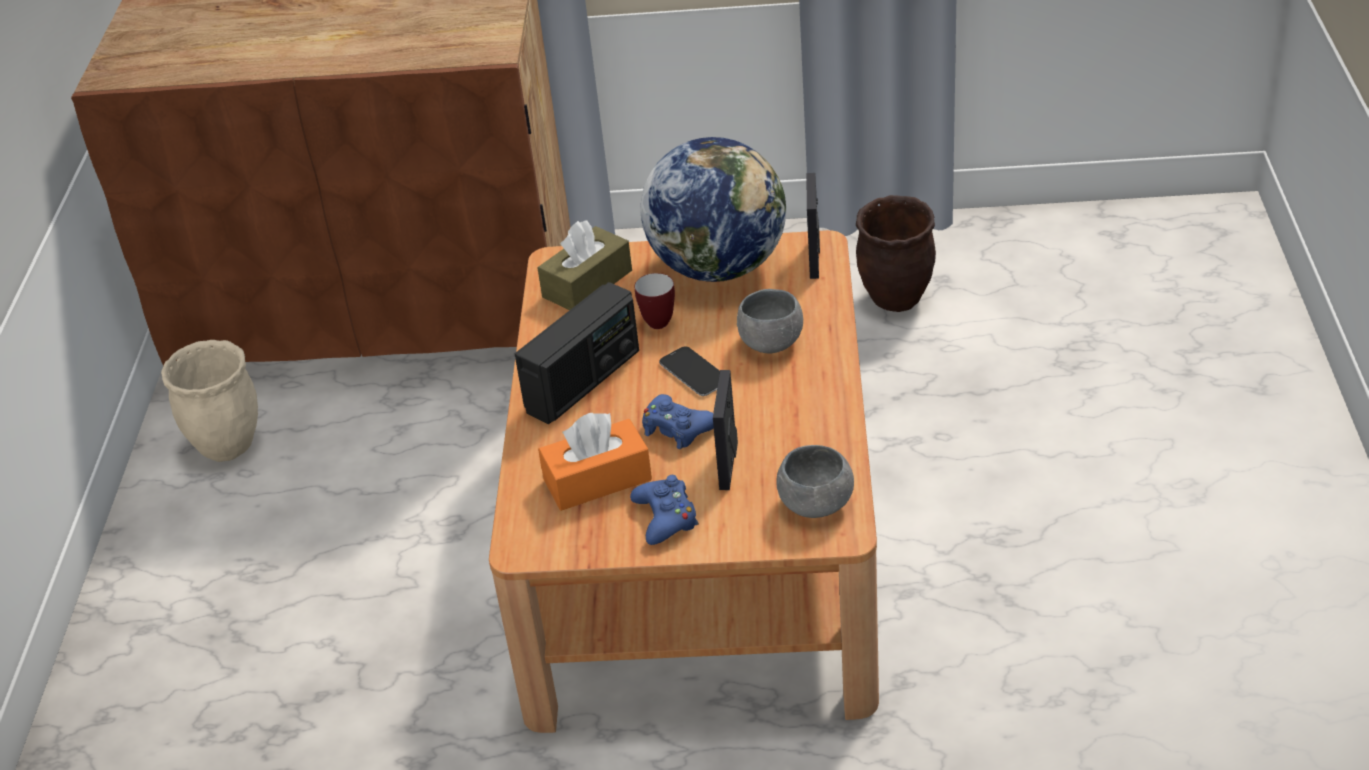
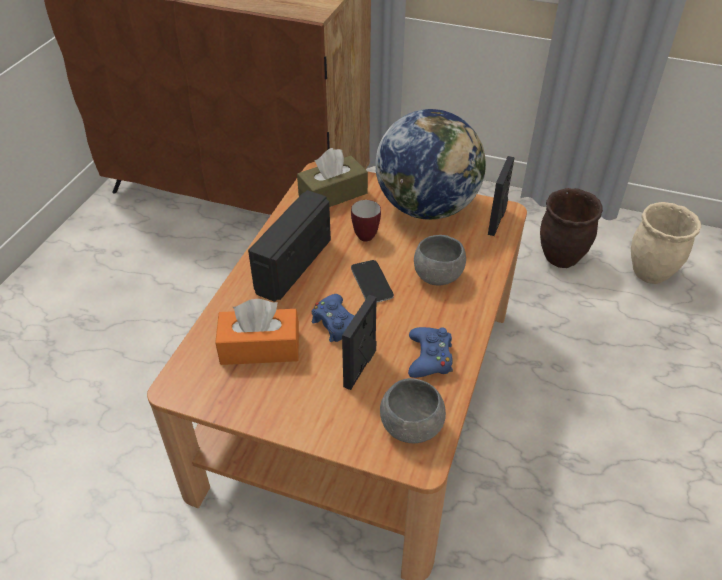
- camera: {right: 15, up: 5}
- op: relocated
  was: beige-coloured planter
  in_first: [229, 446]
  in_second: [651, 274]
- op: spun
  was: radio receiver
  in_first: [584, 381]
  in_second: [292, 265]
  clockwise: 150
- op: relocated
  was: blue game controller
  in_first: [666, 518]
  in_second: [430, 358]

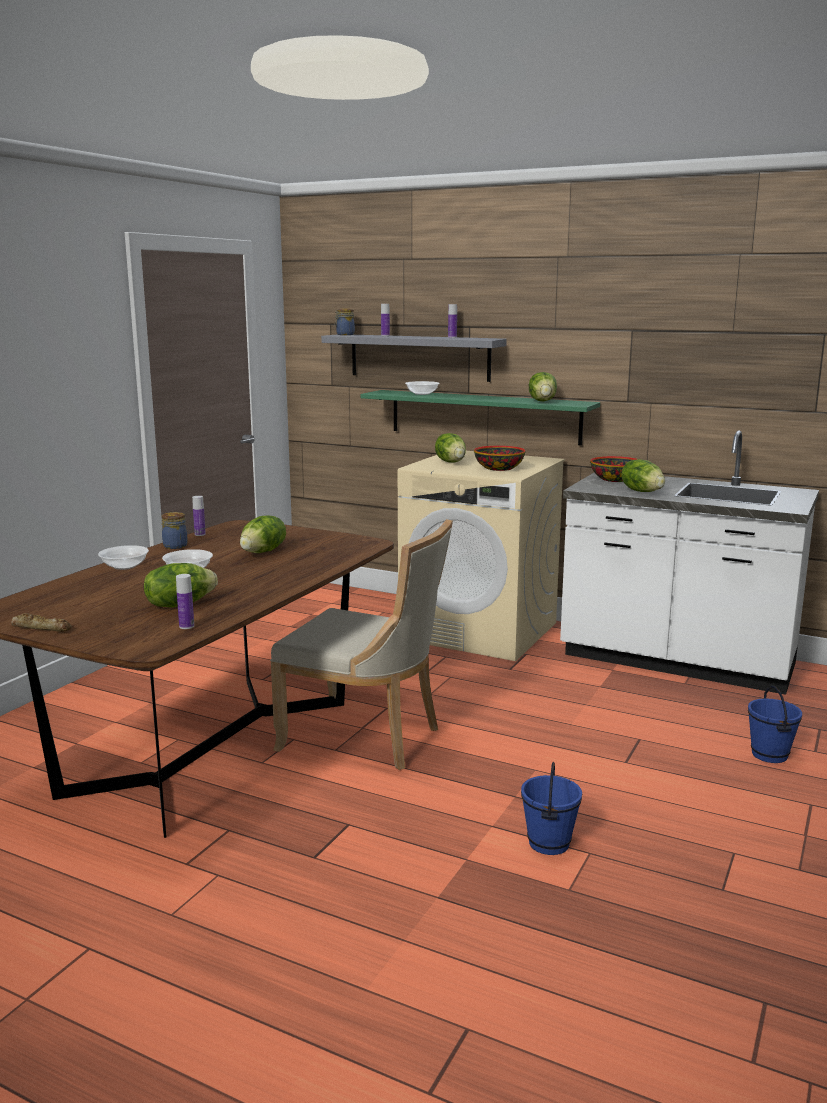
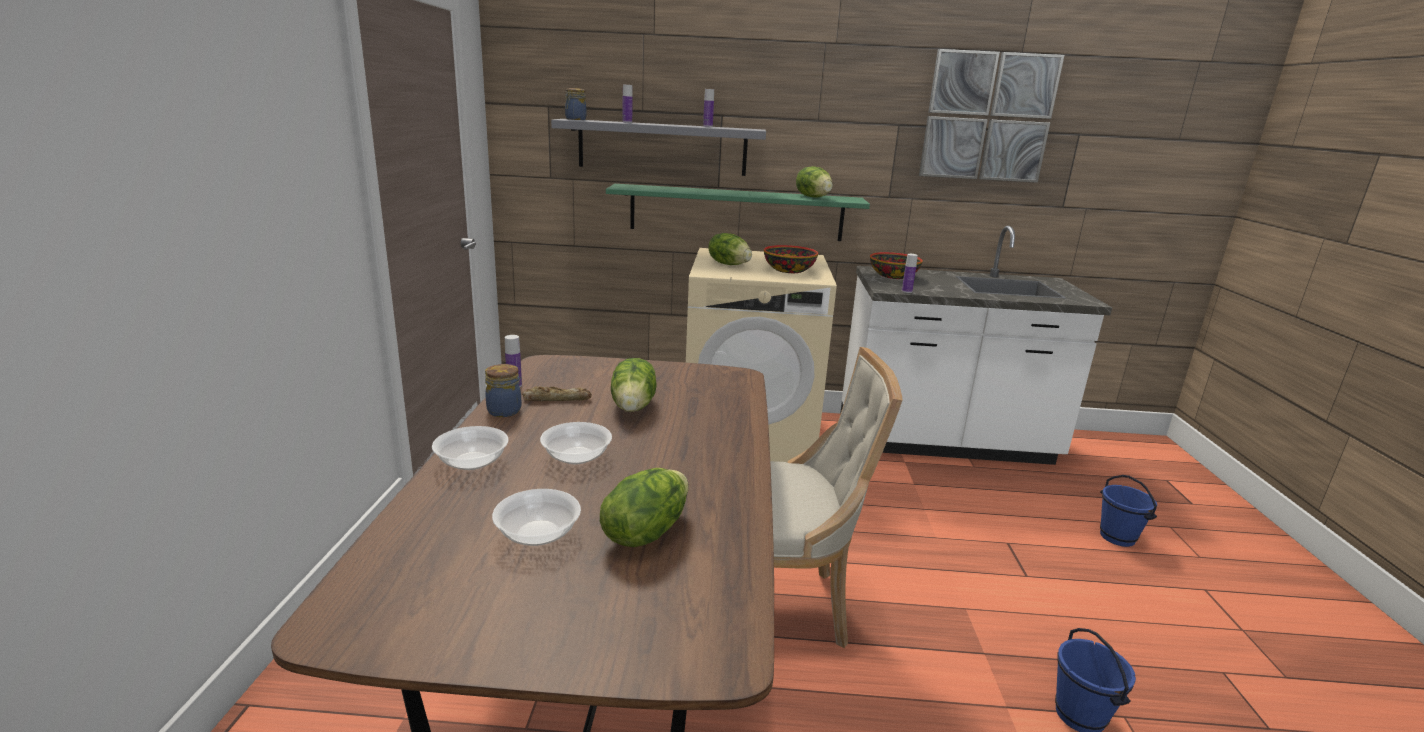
- camera: {right: -25, up: 5}
- op: relocated
  was: bread
  in_first: [41, 628]
  in_second: [557, 399]
- op: relocated
  was: bottle
  in_first: [186, 626]
  in_second: [906, 291]
- op: relocated
  was: bowl
  in_first: [422, 394]
  in_second: [537, 534]
- op: missing
  was: head of lettuce
  in_first: [642, 491]
- op: appeared
  now: wall art
  in_second: [988, 117]

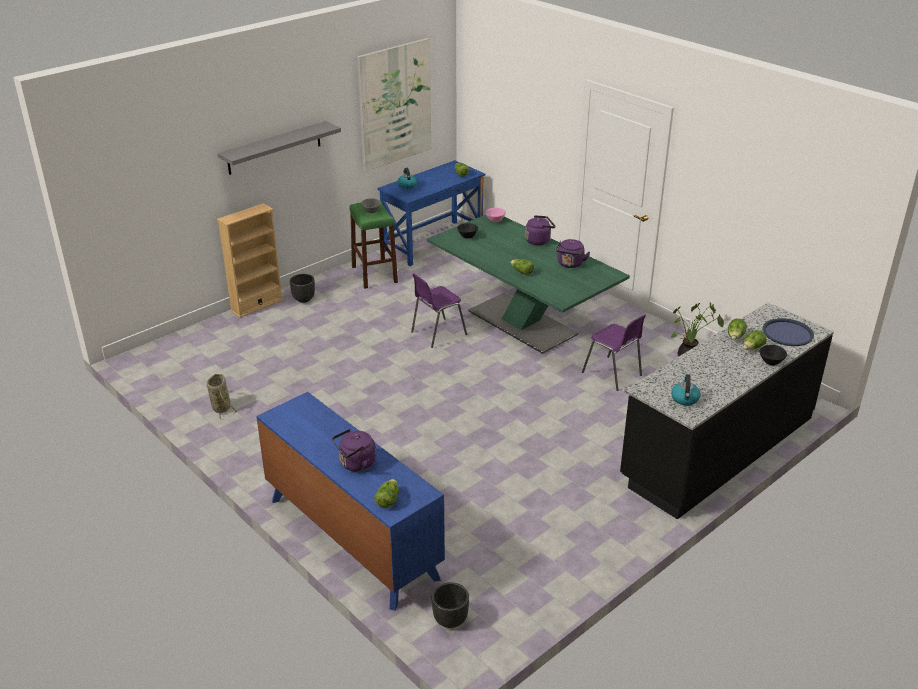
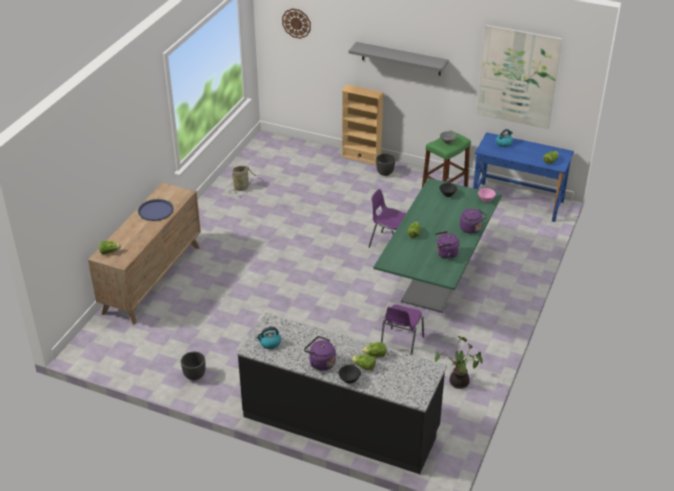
- camera: {right: 65, up: 5}
- op: colour
  was: blue dresser
  now: brownish dresser
  in_first: [351, 537]
  in_second: [152, 278]
- op: relocated
  was: purple tea kettle
  in_first: [355, 464]
  in_second: [320, 363]
- op: relocated
  was: black-coloured planter
  in_first: [450, 619]
  in_second: [195, 375]
- op: relocated
  was: blue tray
  in_first: [787, 333]
  in_second: [155, 210]
- op: appeared
  now: hanging clock
  in_second: [296, 23]

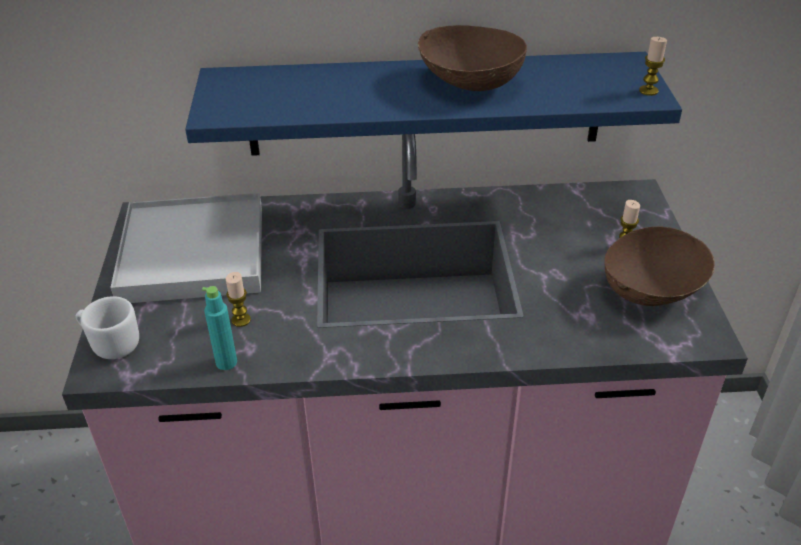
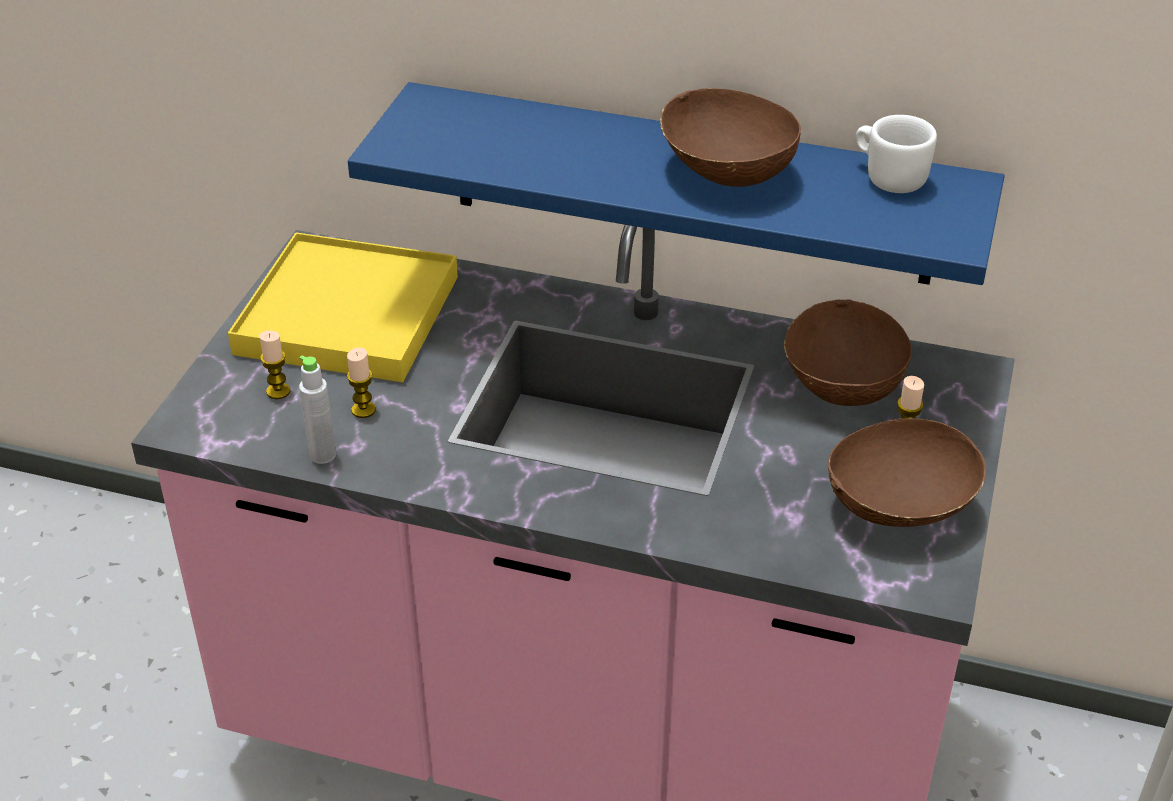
- camera: {right: 20, up: 0}
- op: relocated
  was: white-coloured mug
  in_first: [111, 343]
  in_second: [888, 177]
- op: colour
  was: white-coloured tray
  now: yellow tray
  in_first: [194, 254]
  in_second: [348, 315]
- op: colour
  was: turquoise bottle
  now: greyish bottle
  in_first: [226, 362]
  in_second: [322, 455]
- op: relocated
  was: wax light
  in_first: [648, 91]
  in_second: [278, 391]
- op: appeared
  now: brownish bowl
  in_second: [841, 384]

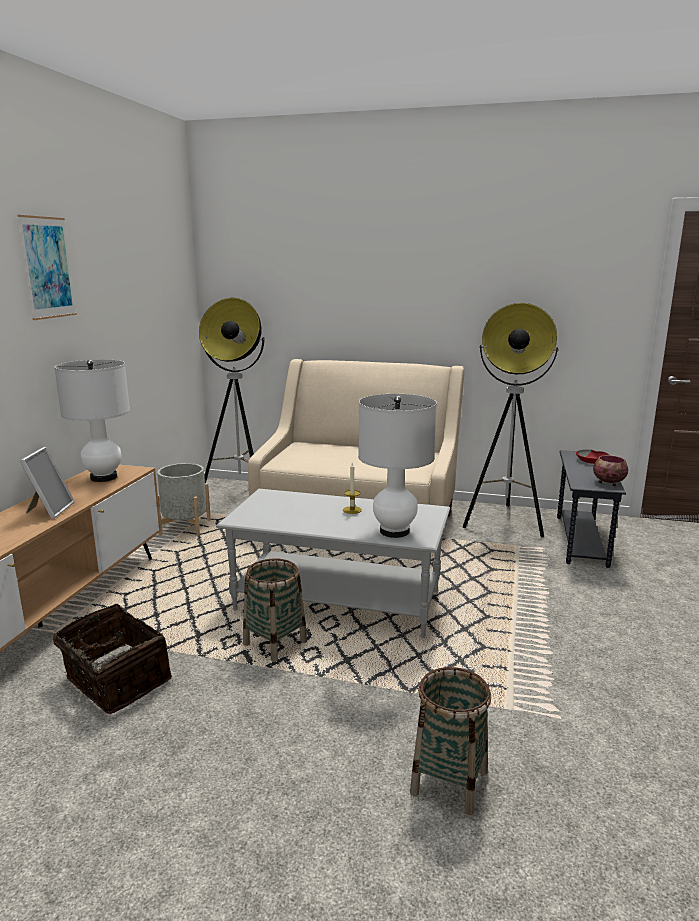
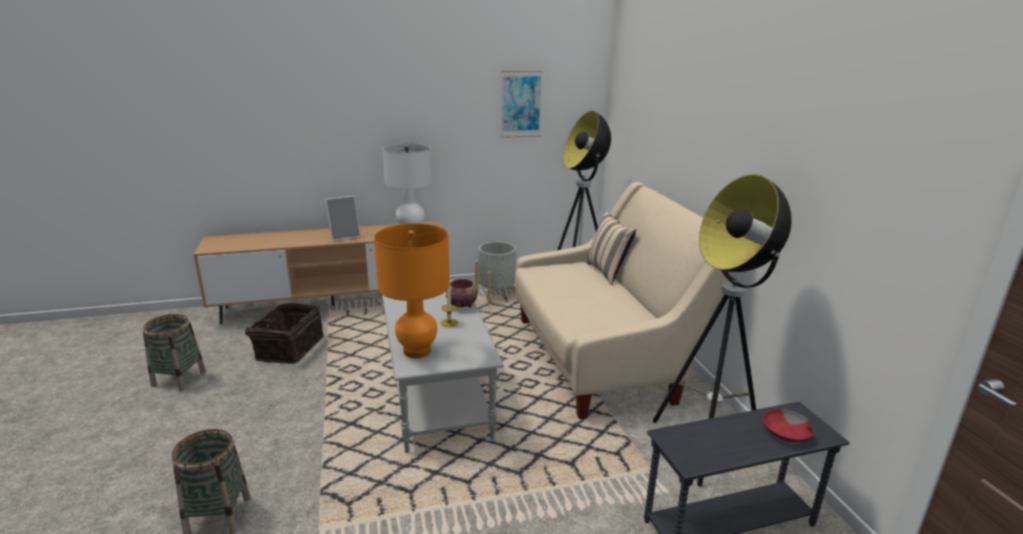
- camera: {right: 60, up: 5}
- op: relocated
  was: wall art
  in_first: [47, 268]
  in_second: [521, 104]
- op: relocated
  was: basket
  in_first: [275, 644]
  in_second: [179, 379]
- op: colour
  was: white-coloured table lamp
  now: orange table lamp
  in_first: [394, 531]
  in_second: [417, 351]
- op: relocated
  was: bowl
  in_first: [608, 482]
  in_second: [461, 305]
- op: appeared
  now: beige-coloured cushion
  in_second: [607, 272]

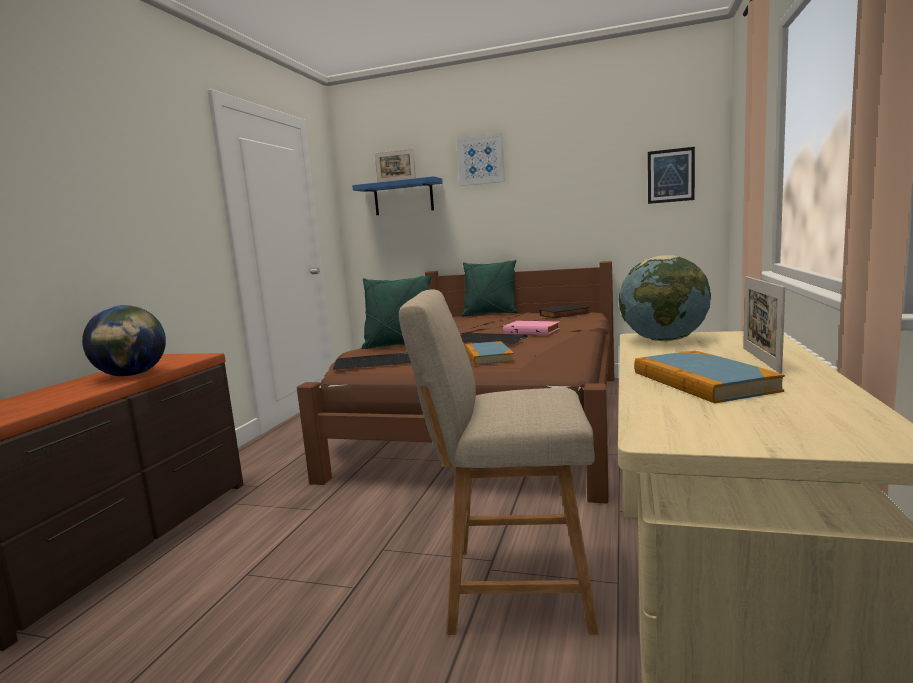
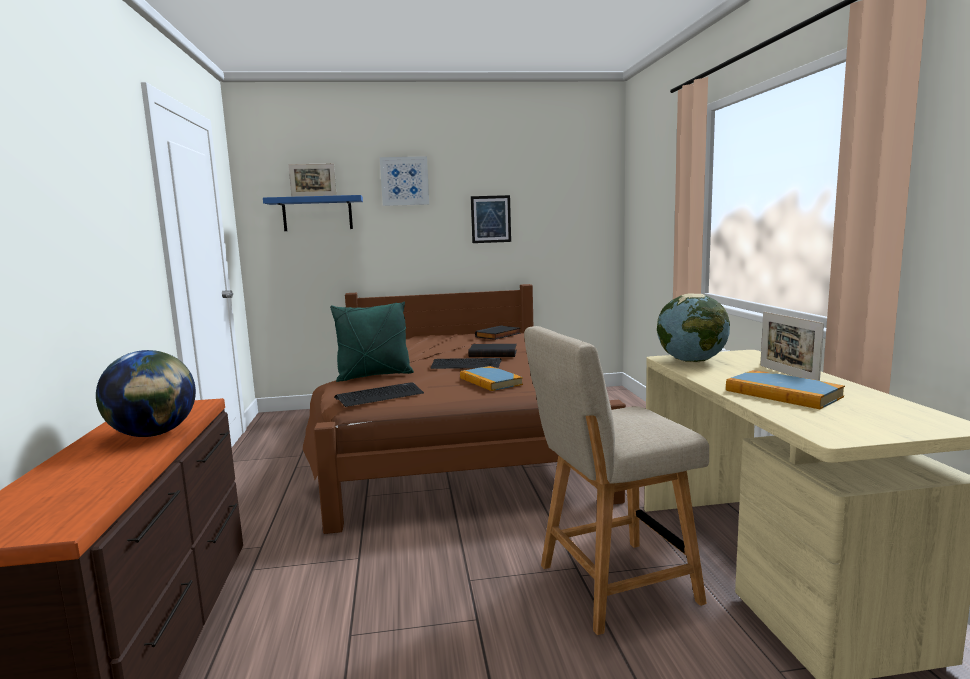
- camera: {right: -25, up: 0}
- op: missing
  was: green cushion
  in_first: [490, 314]
- op: colour
  was: pink book
  now: black-coloured book
  in_first: [532, 331]
  in_second: [493, 353]
- op: relocated
  was: wall art
  in_first: [670, 175]
  in_second: [491, 219]

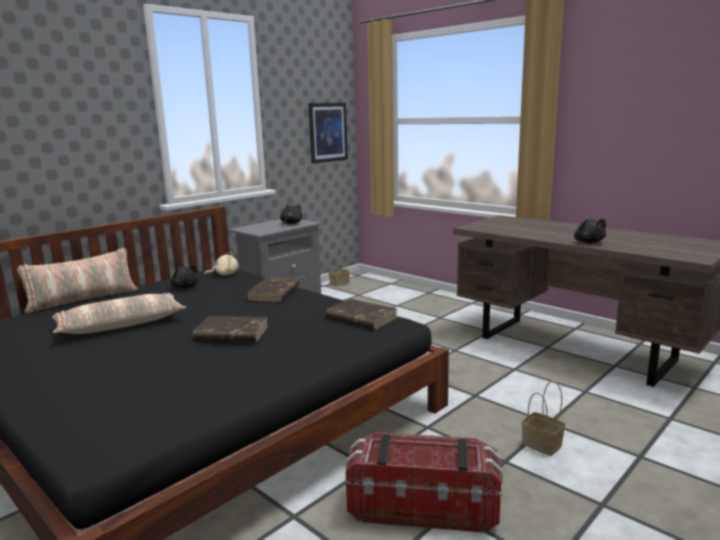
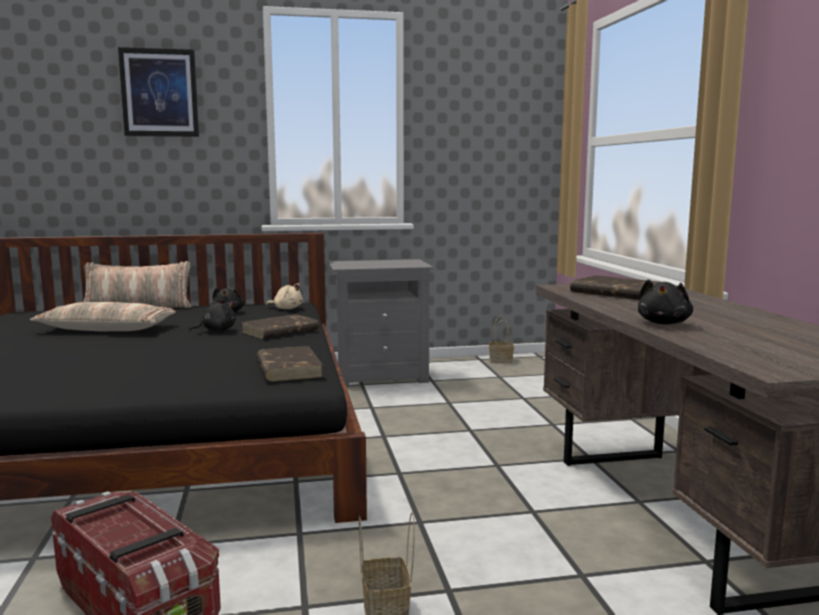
- camera: {right: 35, up: -5}
- op: relocated
  was: brownish book
  in_first: [231, 333]
  in_second: [615, 293]
- op: relocated
  was: black-coloured plush toy
  in_first: [290, 223]
  in_second: [216, 331]
- op: relocated
  was: wall art
  in_first: [328, 132]
  in_second: [159, 93]

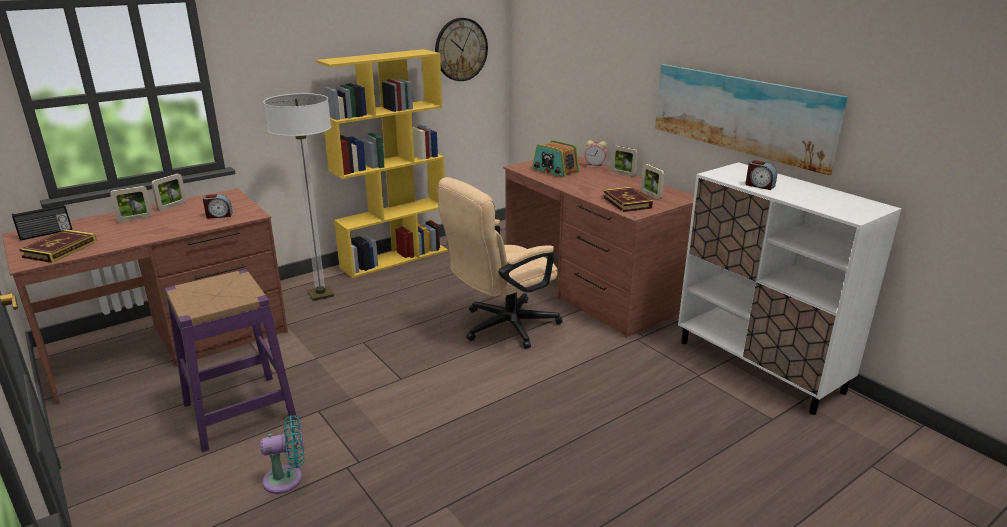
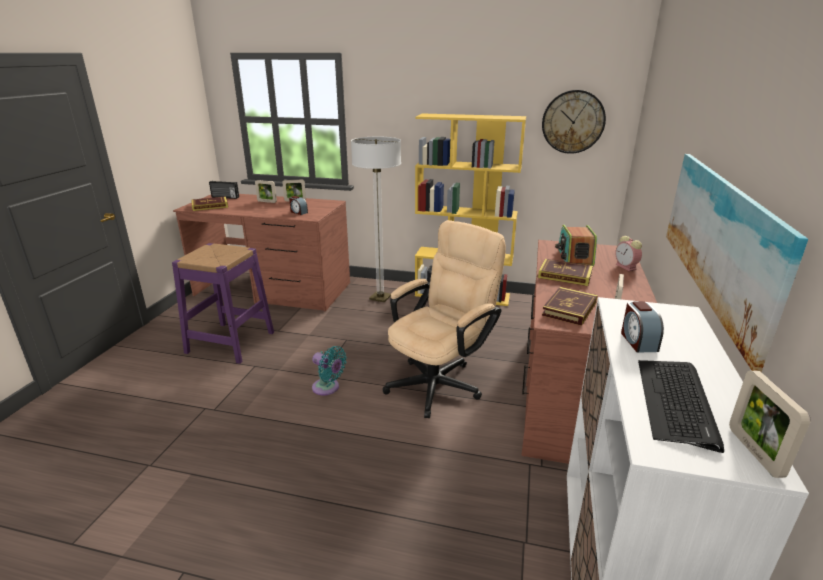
- camera: {right: 50, up: 0}
- op: relocated
  was: turquoise cooling fan
  in_first: [287, 479]
  in_second: [328, 388]
- op: spun
  was: beige-coloured desk chair
  in_first: [501, 327]
  in_second: [440, 381]
  clockwise: 120
- op: relocated
  was: picture frame
  in_first: [622, 174]
  in_second: [754, 452]
- op: appeared
  now: book
  in_second: [565, 275]
- op: appeared
  now: PC keyboard
  in_second: [676, 402]

